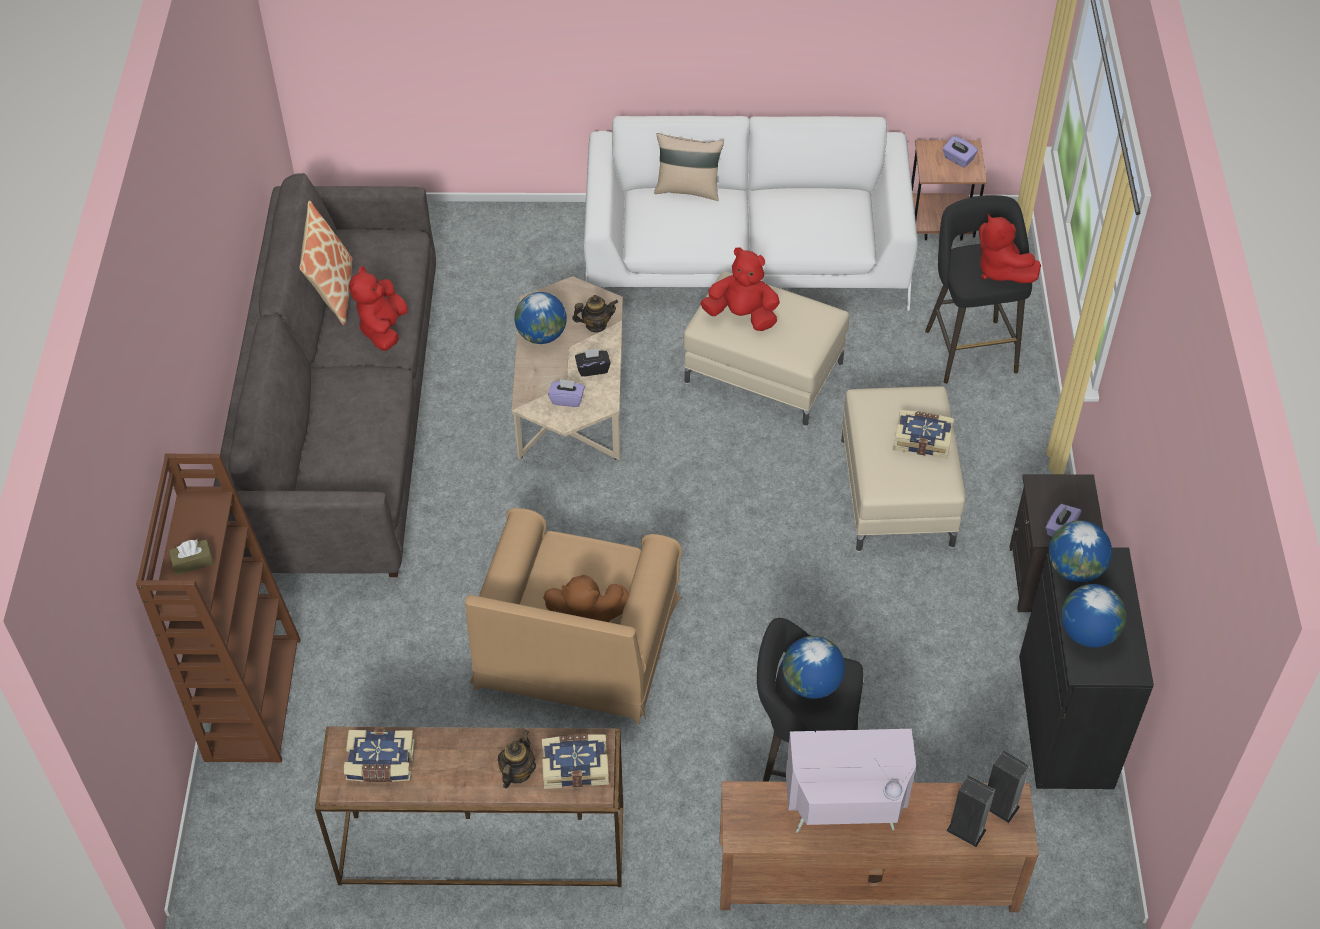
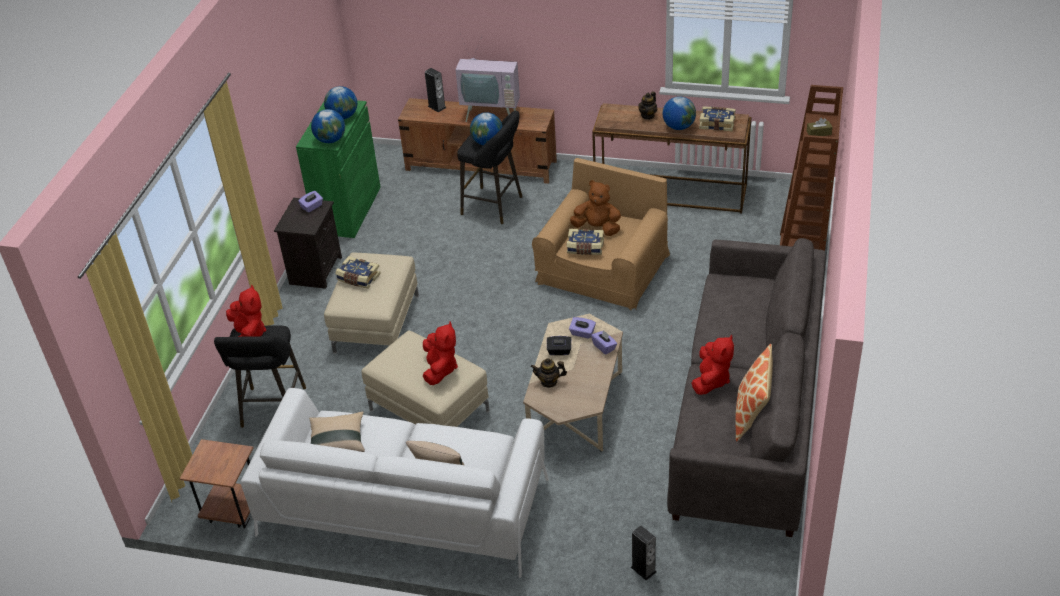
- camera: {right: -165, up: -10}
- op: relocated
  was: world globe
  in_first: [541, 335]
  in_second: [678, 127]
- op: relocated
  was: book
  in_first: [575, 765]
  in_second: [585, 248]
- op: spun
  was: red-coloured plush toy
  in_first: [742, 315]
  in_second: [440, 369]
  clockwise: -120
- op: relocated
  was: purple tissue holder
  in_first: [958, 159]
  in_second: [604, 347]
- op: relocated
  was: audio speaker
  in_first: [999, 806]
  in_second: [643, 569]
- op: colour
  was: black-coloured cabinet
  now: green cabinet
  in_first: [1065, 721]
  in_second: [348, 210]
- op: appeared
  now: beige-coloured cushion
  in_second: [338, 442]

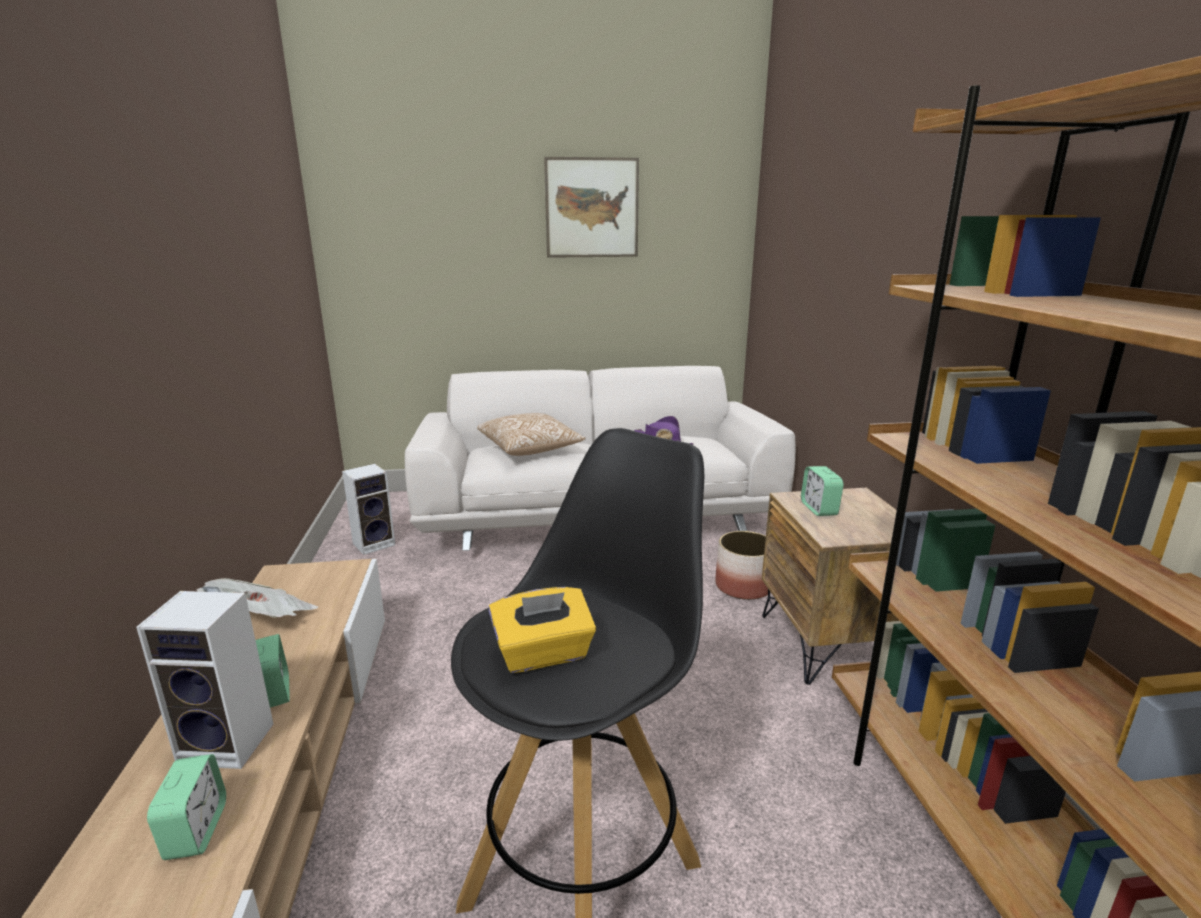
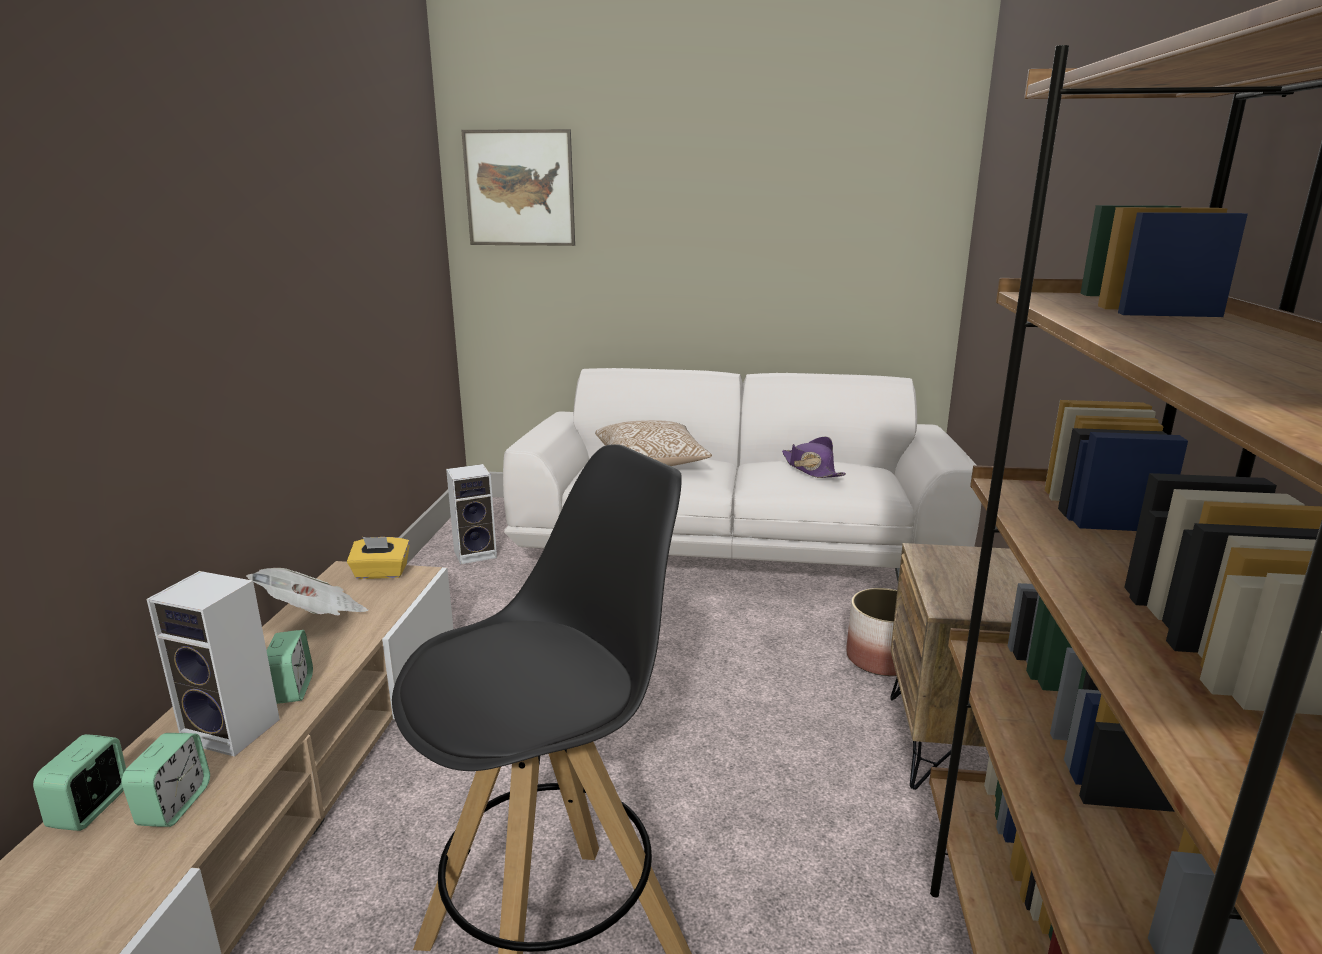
- camera: {right: 15, up: 0}
- op: relocated
  was: yellow tissue holder
  in_first: [543, 654]
  in_second: [381, 573]
- op: relocated
  was: wall art
  in_first: [592, 208]
  in_second: [519, 188]
- op: relocated
  was: bedside clock
  in_first: [819, 509]
  in_second: [91, 808]

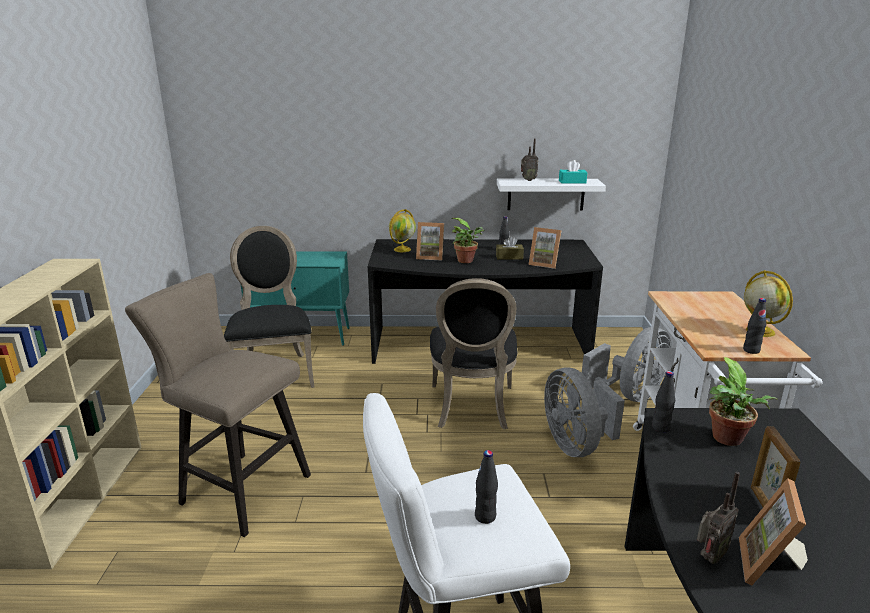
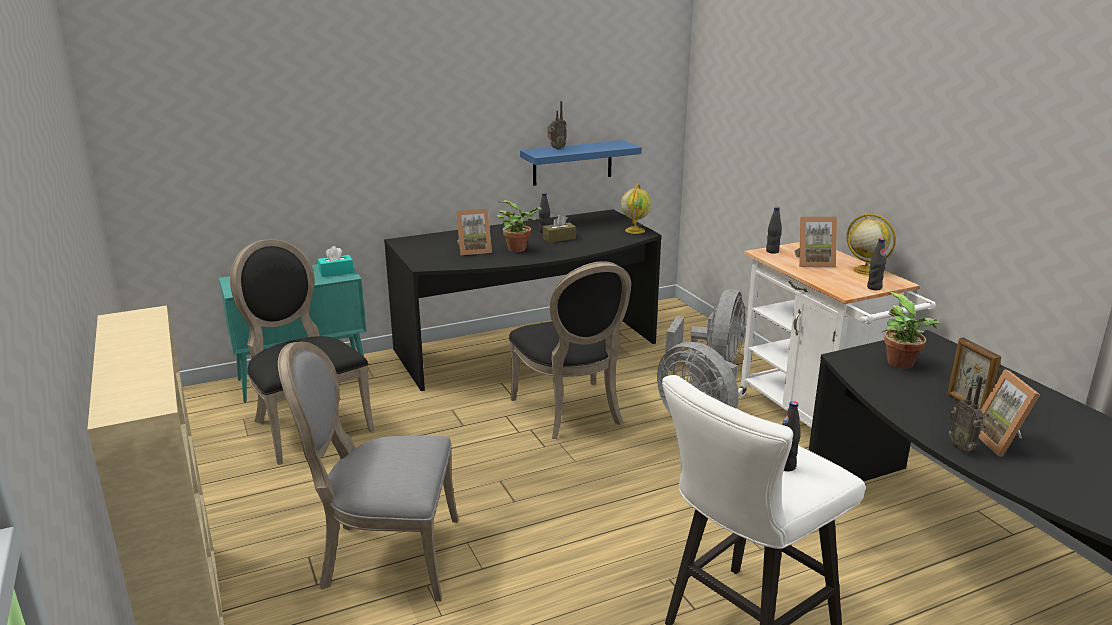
- camera: {right: -25, up: 0}
- op: exchanged
  was: beige-coloured sitting stool
  now: greyish chair
  in_first: [238, 488]
  in_second: [385, 556]
- op: relocated
  was: world globe
  in_first: [402, 249]
  in_second: [635, 230]
- op: colour
  was: white-coloured bracket shelf
  now: blue bracket shelf
  in_first: [546, 194]
  in_second: [572, 163]
- op: relocated
  was: picture frame
  in_first: [544, 264]
  in_second: [813, 263]
- op: relocated
  was: turquoise tissue holder
  in_first: [572, 182]
  in_second: [336, 272]
- op: relocated
  was: black-coloured bottle
  in_first: [660, 428]
  in_second: [772, 251]
- op: spun
  was: radio receiver
  in_first: [708, 557]
  in_second: [962, 447]
  clockwise: 135

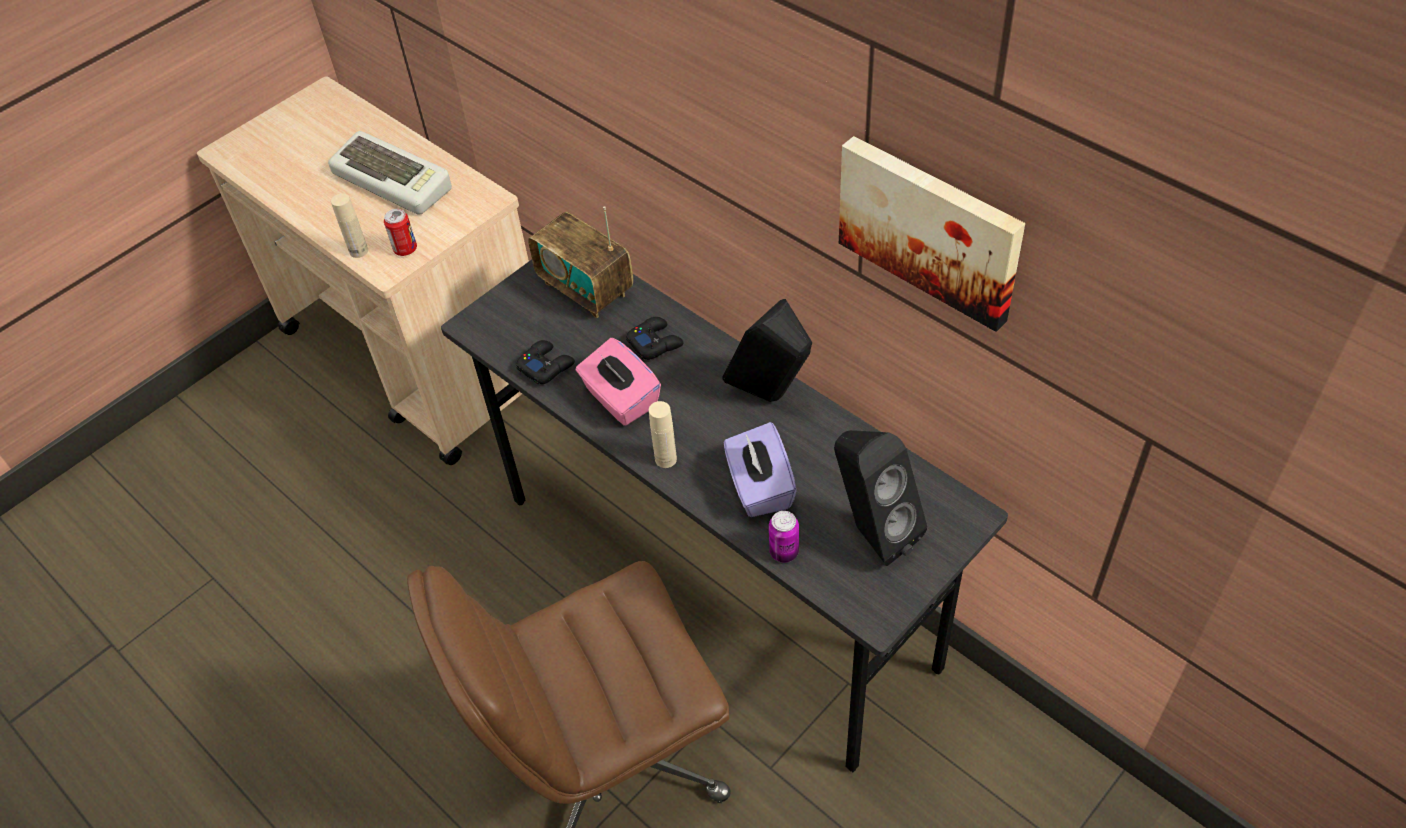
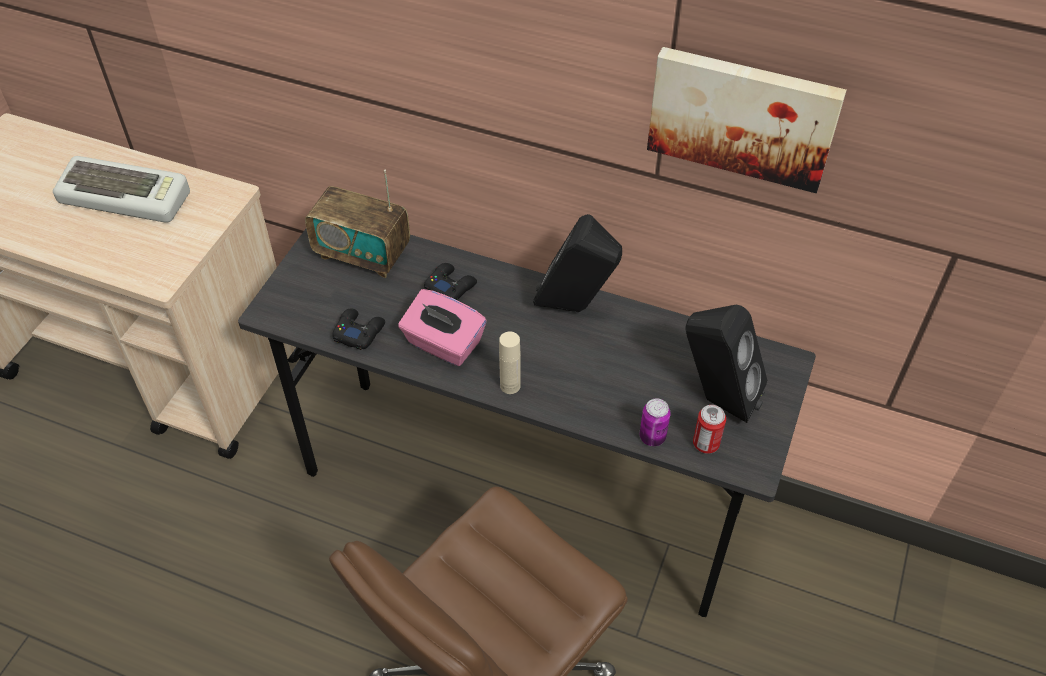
- camera: {right: -25, up: 0}
- op: missing
  was: beige-coloured bottle
  in_first: [359, 251]
- op: relocated
  was: sealed can
  in_first: [405, 249]
  in_second: [706, 444]
- op: missing
  was: purple tissue holder
  in_first: [759, 487]

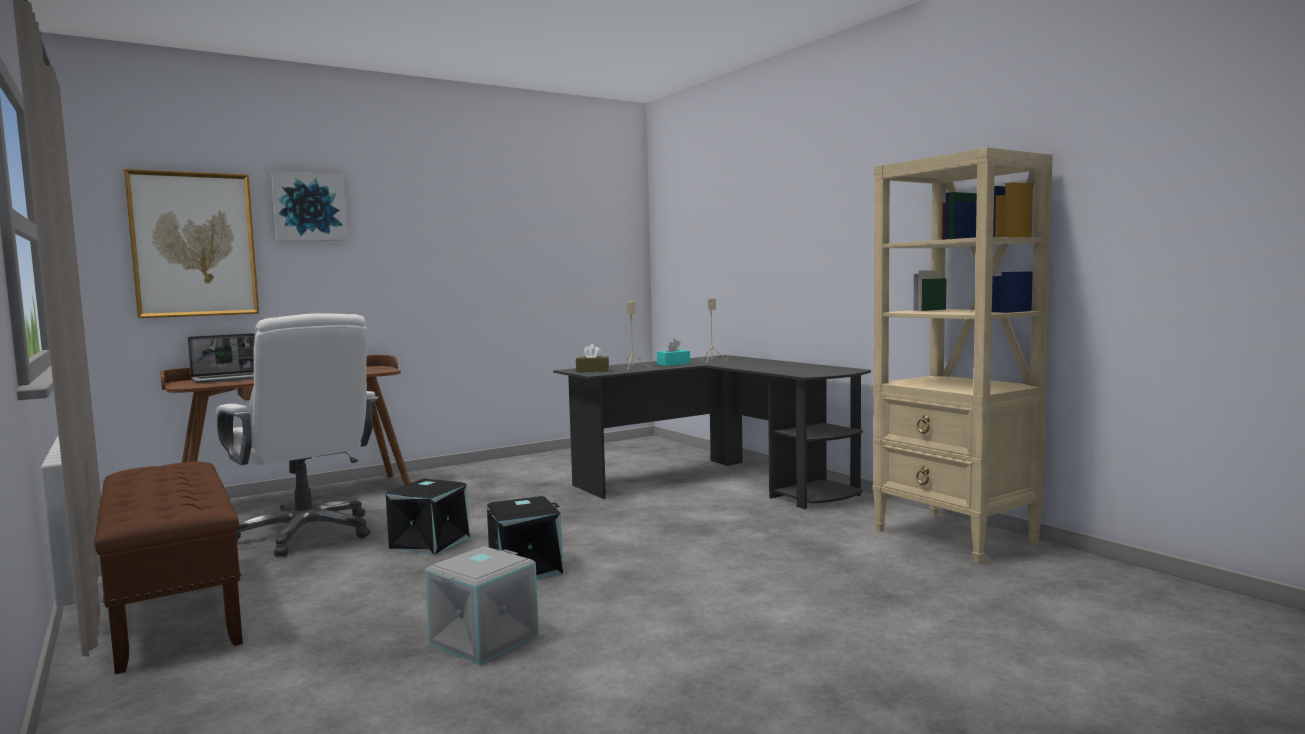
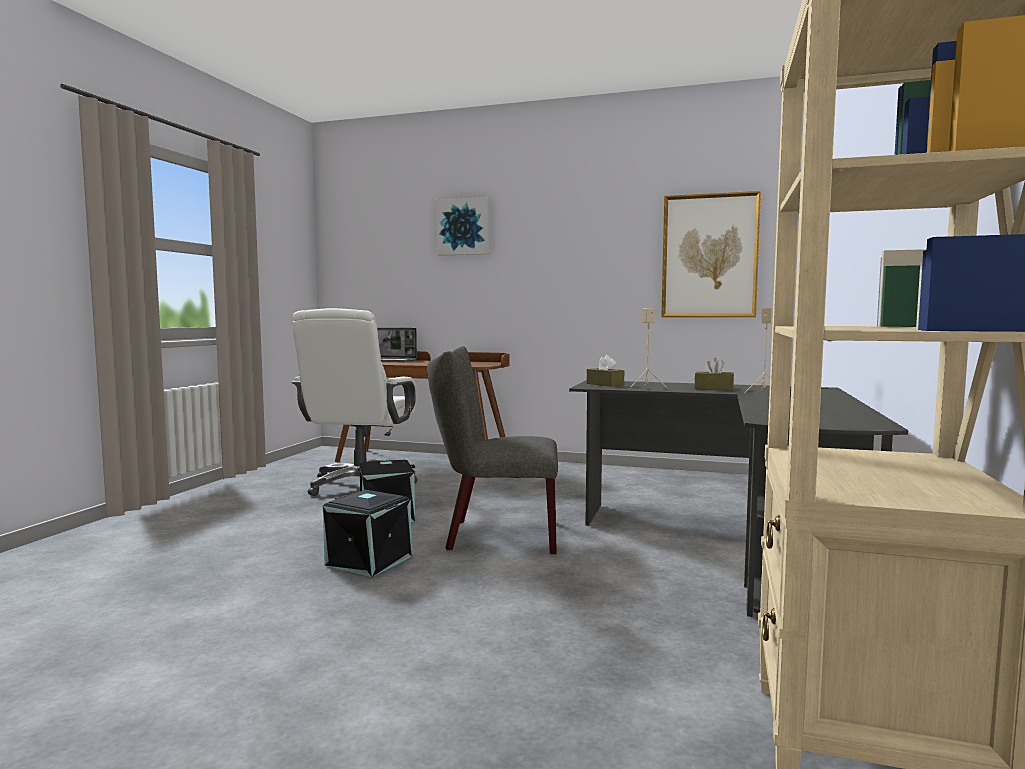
- camera: {right: 50, up: 0}
- op: missing
  was: brownish bench
  in_first: [174, 608]
- op: relocated
  was: wall art
  in_first: [194, 244]
  in_second: [709, 256]
- op: missing
  was: greyish storage container
  in_first: [485, 640]
- op: colour
  was: turquoise tissue holder
  now: brownish tissue holder
  in_first: [673, 364]
  in_second: [713, 388]
- op: appeared
  now: greyish chair
  in_second: [494, 536]

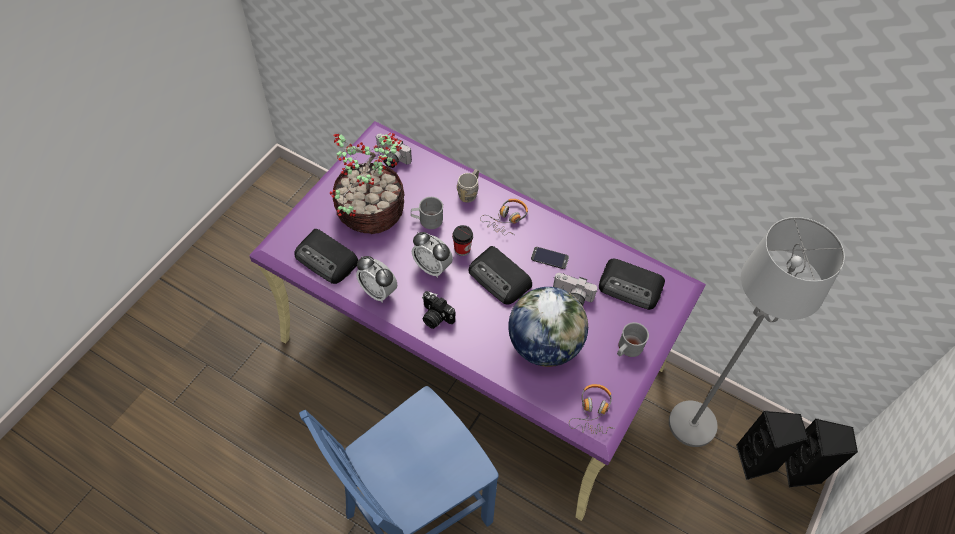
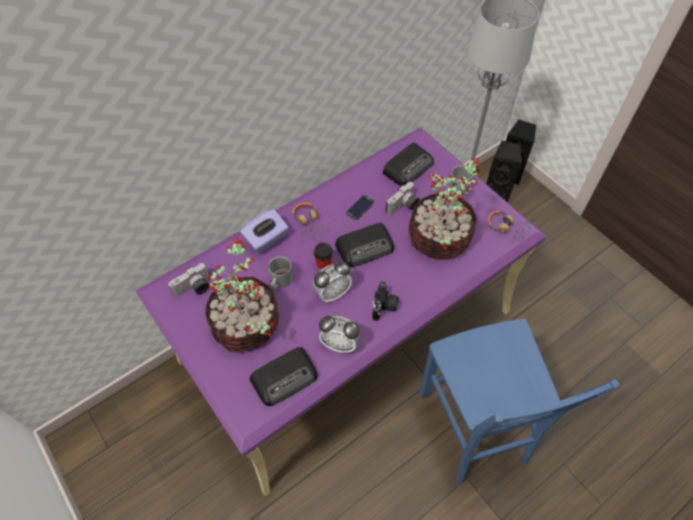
- camera: {right: -65, up: 0}
- op: spun
  was: bedside clock
  in_first: [378, 291]
  in_second: [340, 343]
  clockwise: 45
- op: spun
  was: still camera
  in_first: [435, 317]
  in_second: [384, 307]
  clockwise: -45
- op: exchanged
  was: greyish mug
  now: purple tissue holder
  in_first: [469, 192]
  in_second: [266, 240]
- op: exchanged
  was: world globe
  now: potted plant
  in_first: [544, 345]
  in_second: [439, 239]

